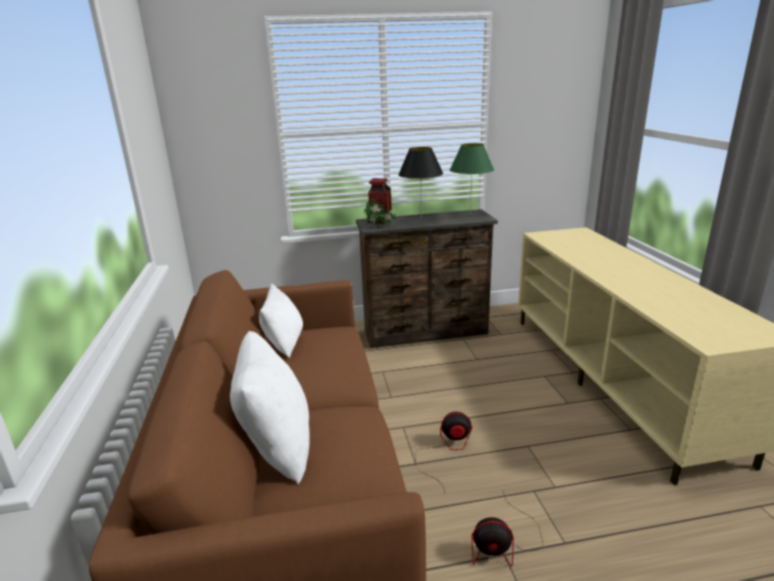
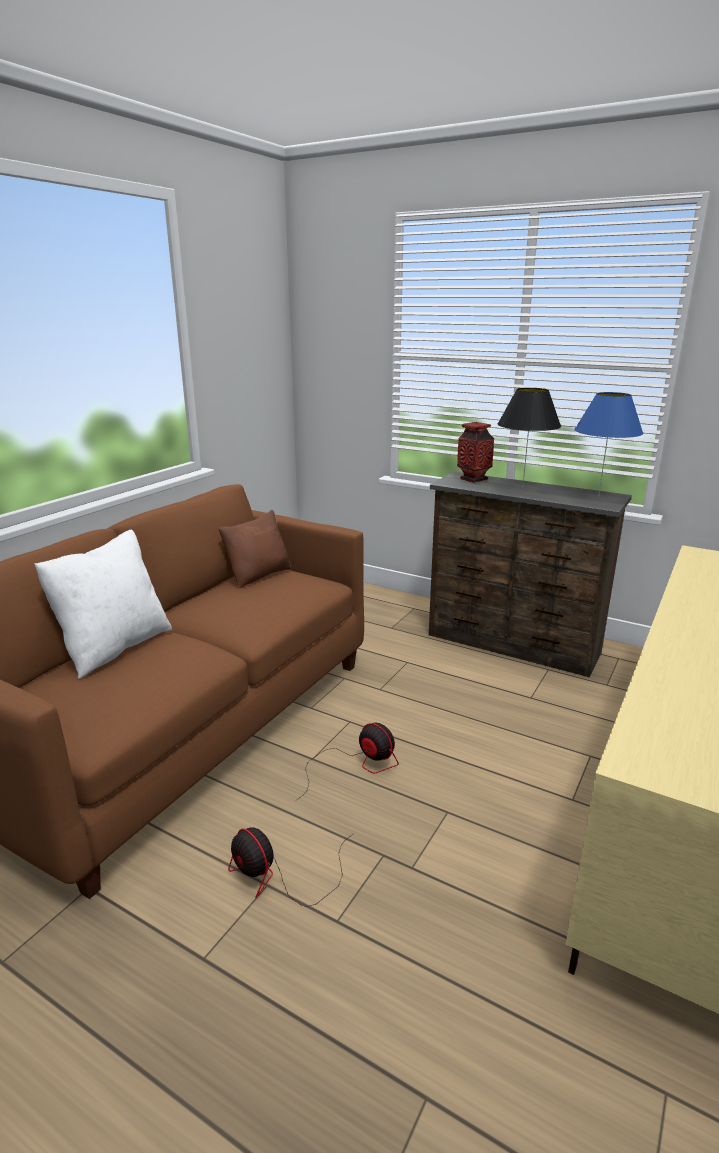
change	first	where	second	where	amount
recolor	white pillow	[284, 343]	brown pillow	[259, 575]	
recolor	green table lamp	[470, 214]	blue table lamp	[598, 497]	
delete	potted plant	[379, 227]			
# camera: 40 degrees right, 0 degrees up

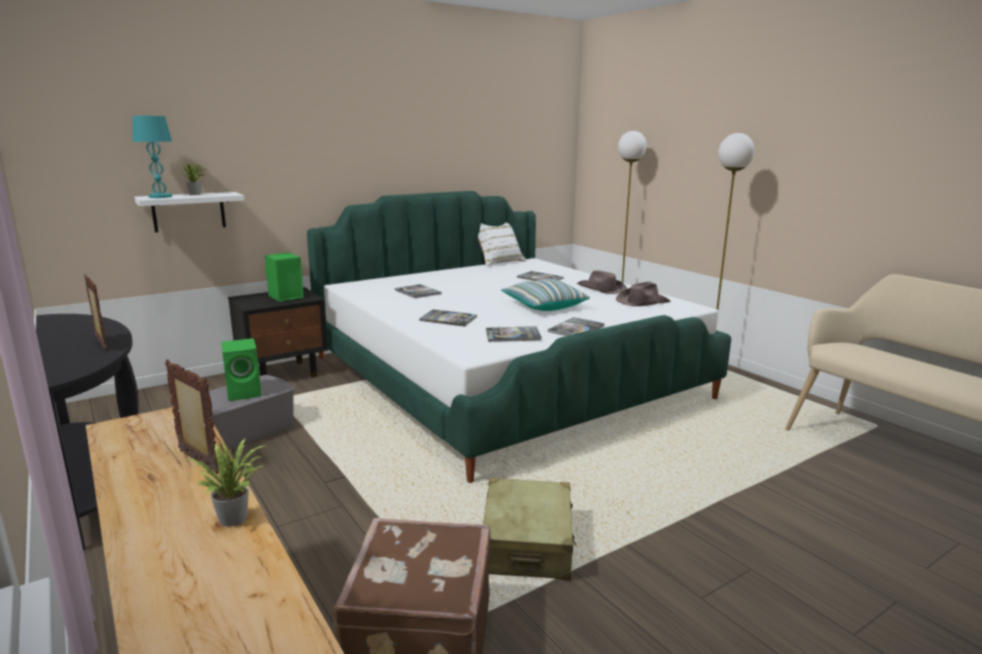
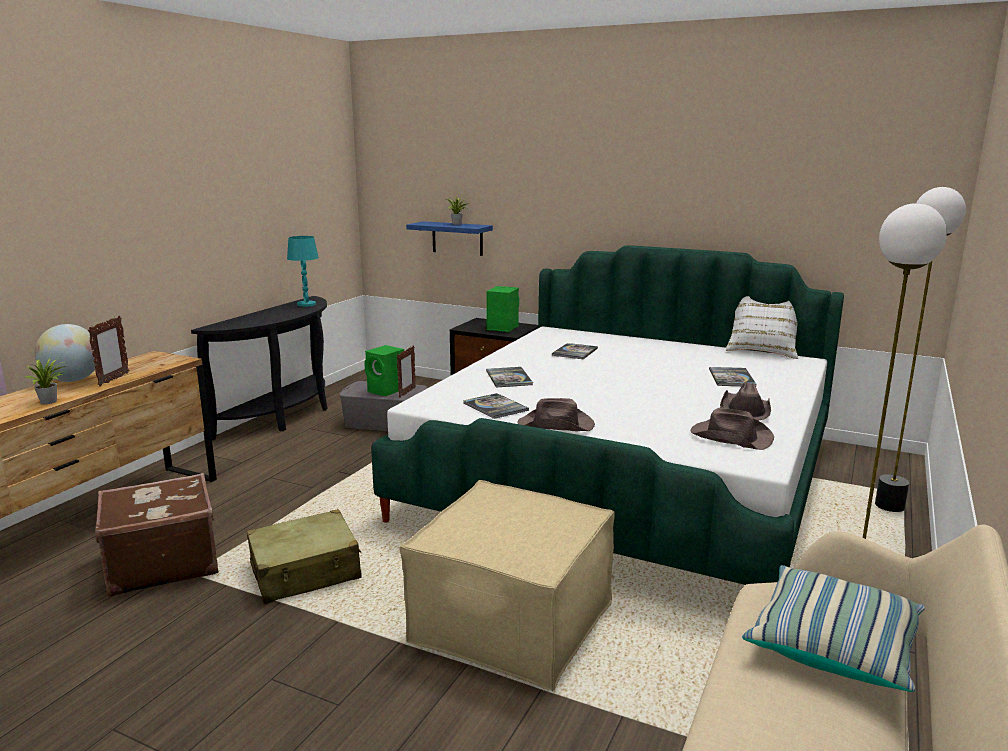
change	first	where	second	where	amount
insert			globe	[73, 380]	
move	turquoise table lamp	[160, 197]		[306, 304]	
move	picture frame	[101, 344]		[407, 393]	
insert			beige ottoman	[512, 621]	
recolor	white shelf	[189, 211]	blue shelf	[457, 238]	
replace	book	[576, 329]	brown hat	[556, 425]	
move	pillow	[543, 306]		[833, 645]	
# camera: 60 degrees right, 0 degrees up

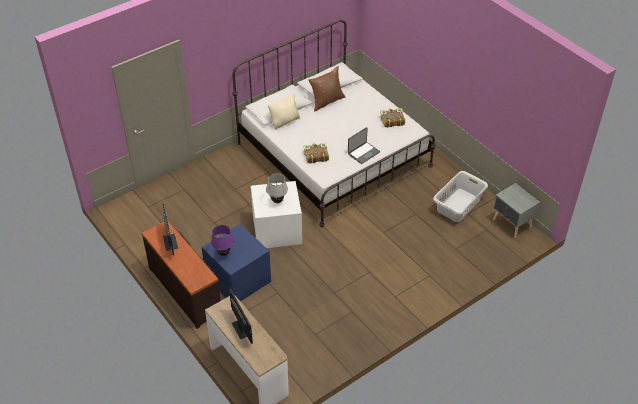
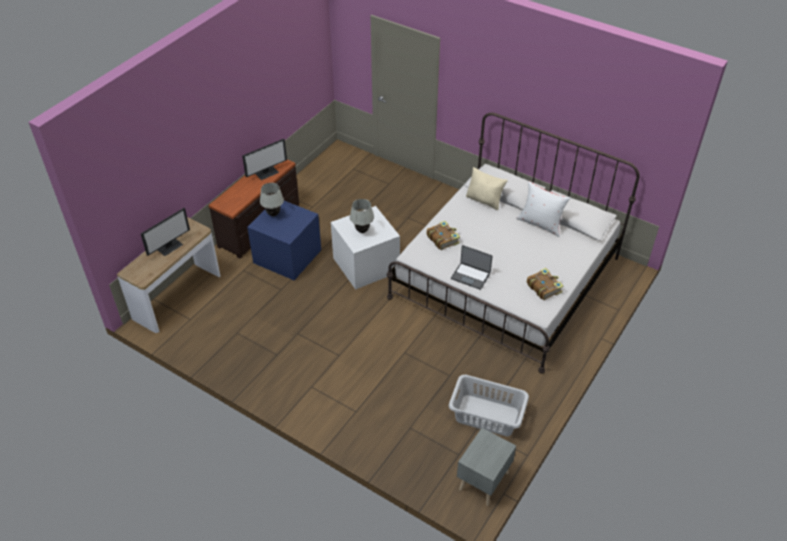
change	first	where	second	where	amount
recolor	purple table lamp	[223, 253]	white table lamp	[273, 214]	
recolor	brown pillow	[326, 101]	white pillow	[540, 224]	
# camera: 70 degrees right, 0 degrees up

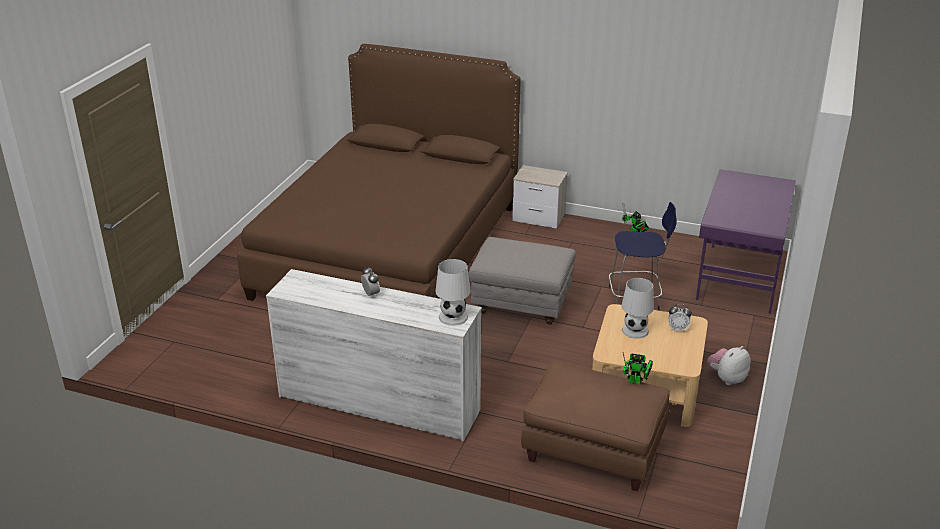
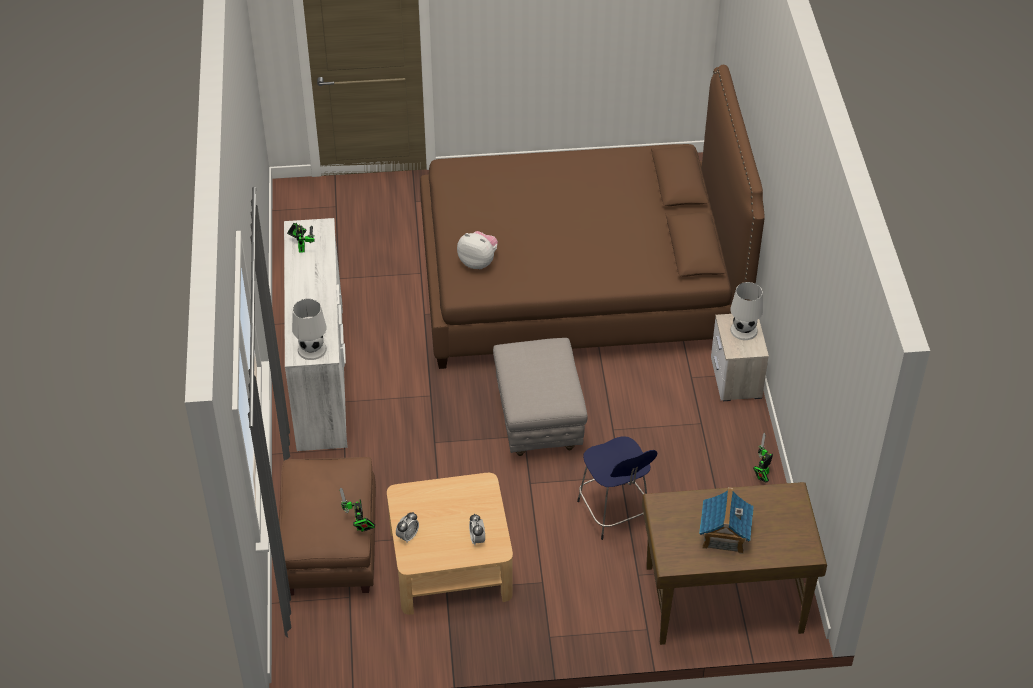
change	first	where	second	where	amount
insert			toy robot	[301, 246]	
move	alarm clock	[371, 294]		[407, 536]	
move	plush toy	[727, 378]		[478, 262]	
recolor	purple desk	[738, 278]	brown desk	[722, 598]	
insert			toy house	[724, 535]	
move	white table lamp	[634, 330]		[743, 330]	
# camera: 65 degrees right, 15 degrees up

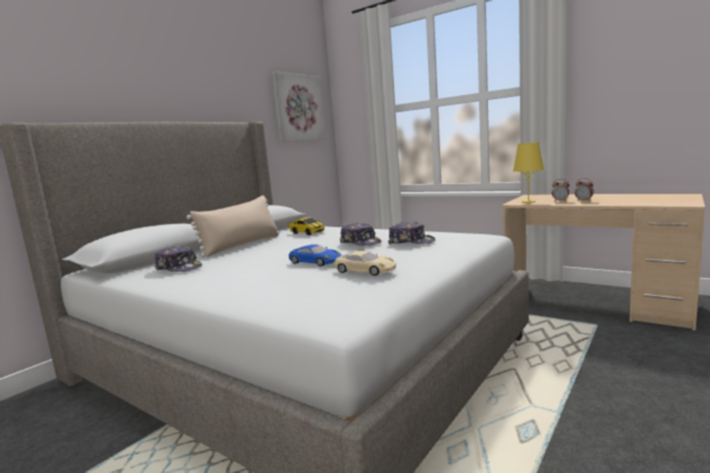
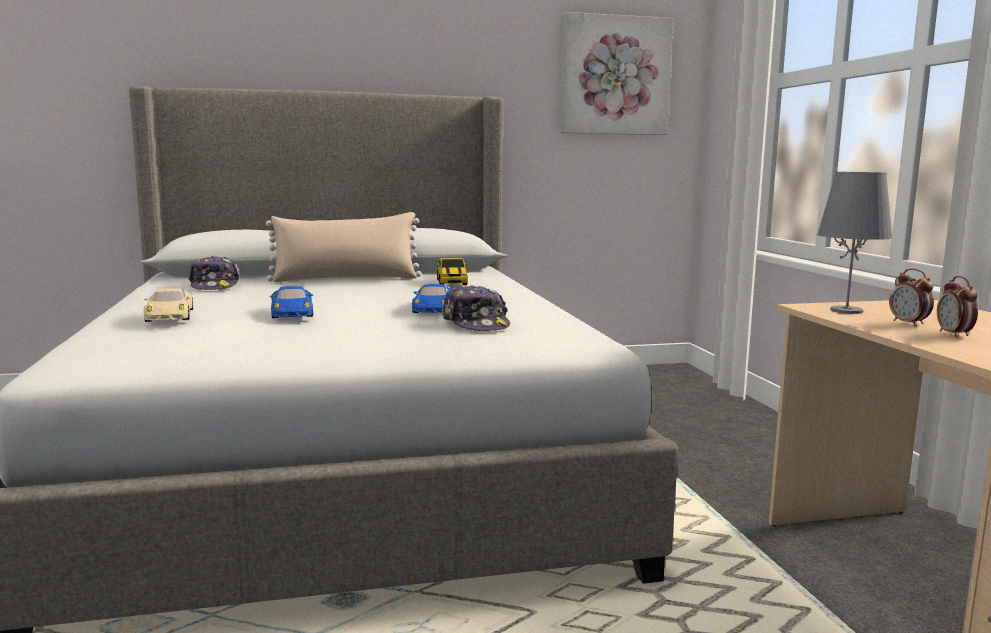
change	first	where	second	where	amount
move	beige toy car	[365, 270]		[169, 315]	
replace	cap	[360, 242]	blue toy car	[433, 308]	
recolor	yellow table lamp	[528, 202]	grey table lamp	[846, 310]	
# camera: 40 degrees right, 0 degrees up

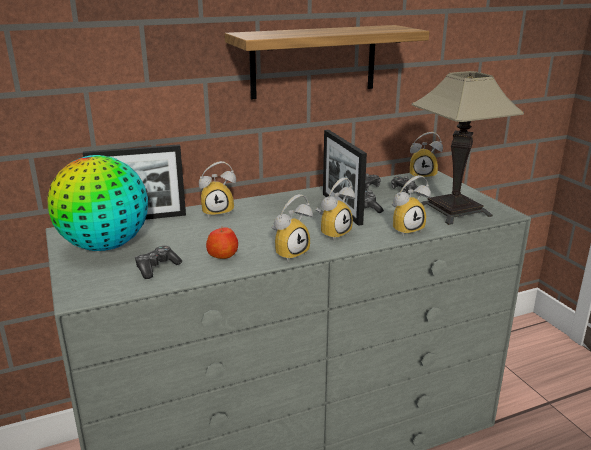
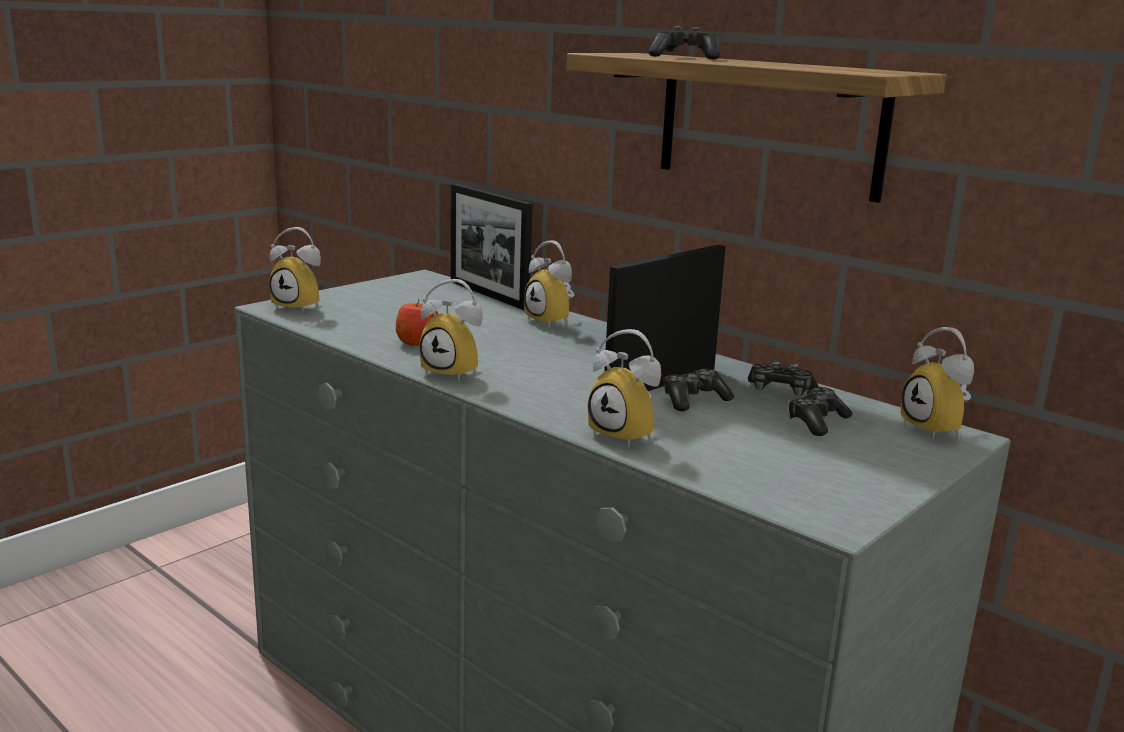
change	first	where	second	where	amount
move	alarm clock	[333, 233]		[302, 307]	
move	game controller	[157, 268]		[685, 57]	
delete	globe	[105, 246]			
delete	table lamp	[453, 210]			
# camera: 65 degrees right, 5 degrees down

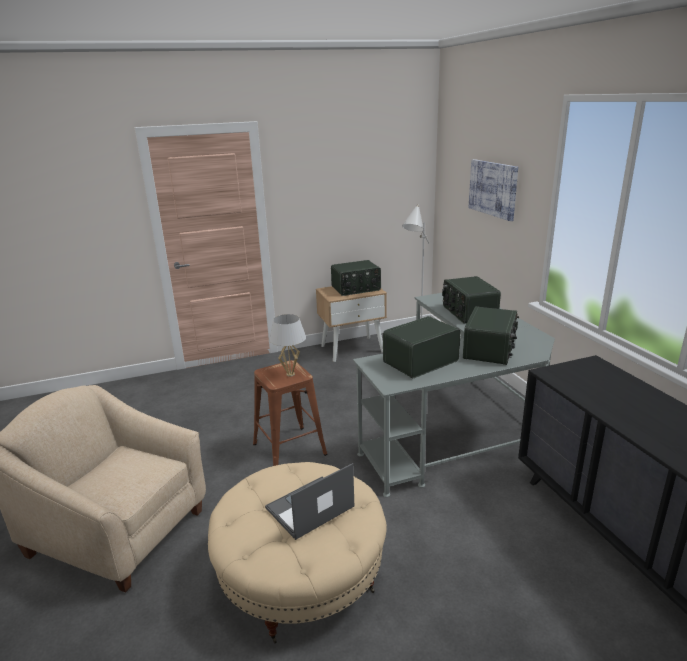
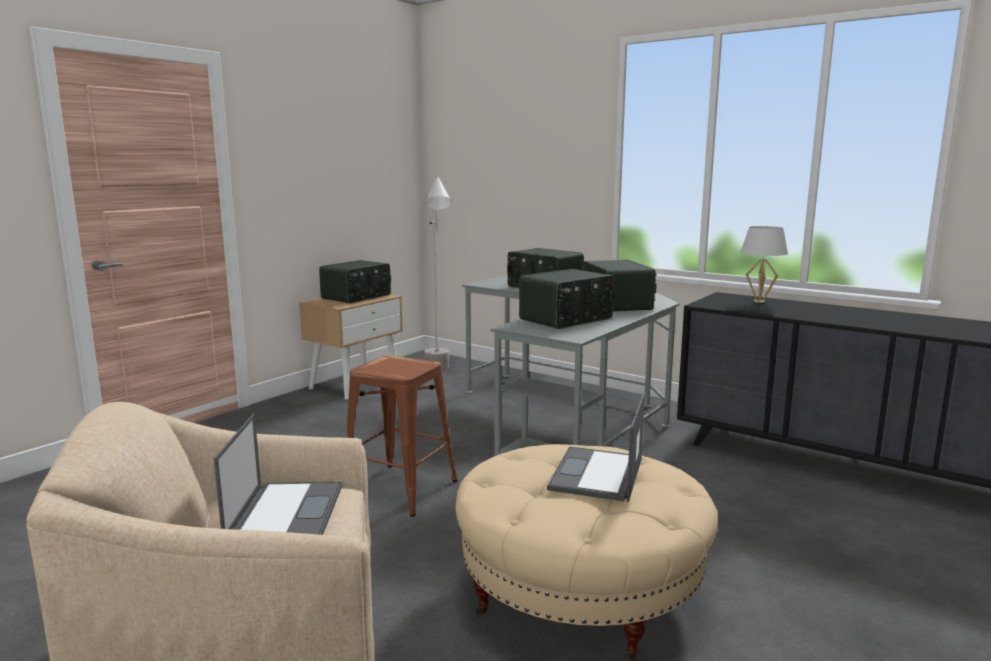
change	first	where	second	where	amount
insert			laptop	[286, 512]	
rotate	radio	[420, 361]		[567, 319]	150 degrees counterclockwise
move	white table lamp	[290, 374]		[759, 302]	
delete	picture	[493, 188]			
# camera: 35 degrees left, 10 degrees down

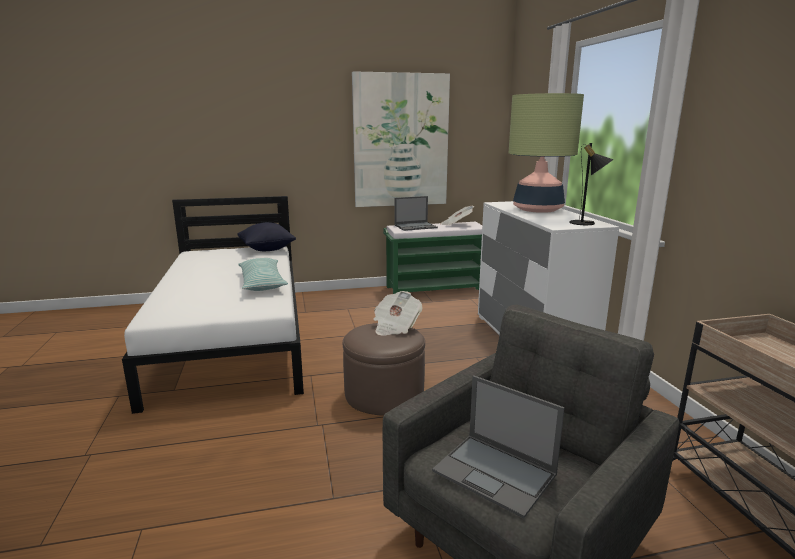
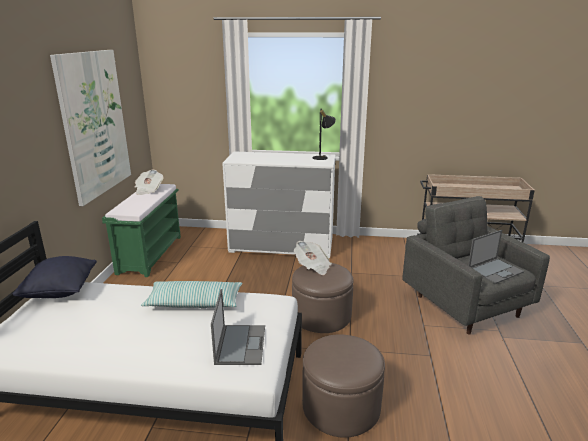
change	first	where	second	where	amount
move	laptop	[416, 226]		[240, 344]	
insert			brown ottoman	[341, 406]	
delete	table lamp	[537, 209]			
# camera: 70 degrees left, 5 degrees up

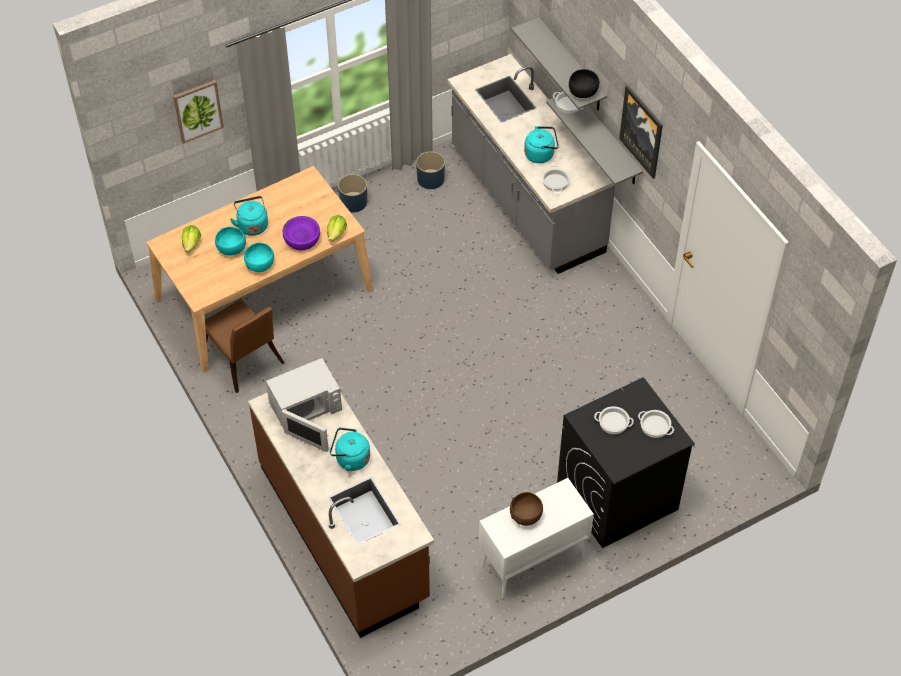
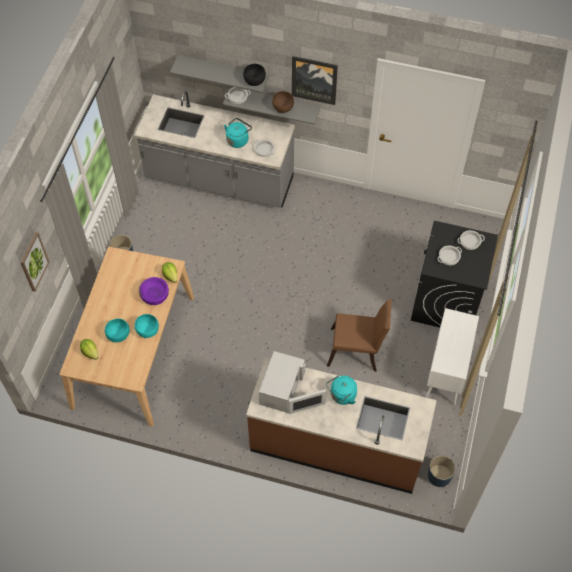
change	first	where	second	where	amount
move	brown bowl	[526, 515]		[283, 107]	
move	brown chair	[244, 362]		[357, 351]	
move	blue planter	[430, 179]		[439, 476]	
delete	turquoise kettle	[252, 225]			
# camera: 45 degrees left, 5 degrees up

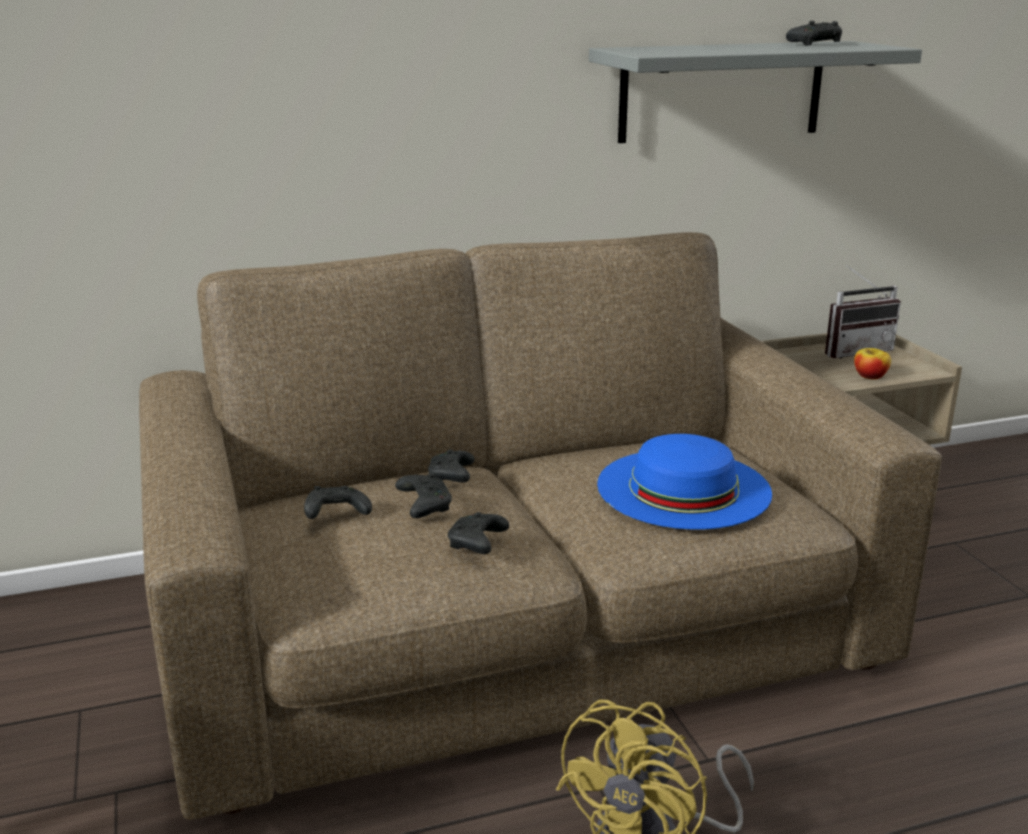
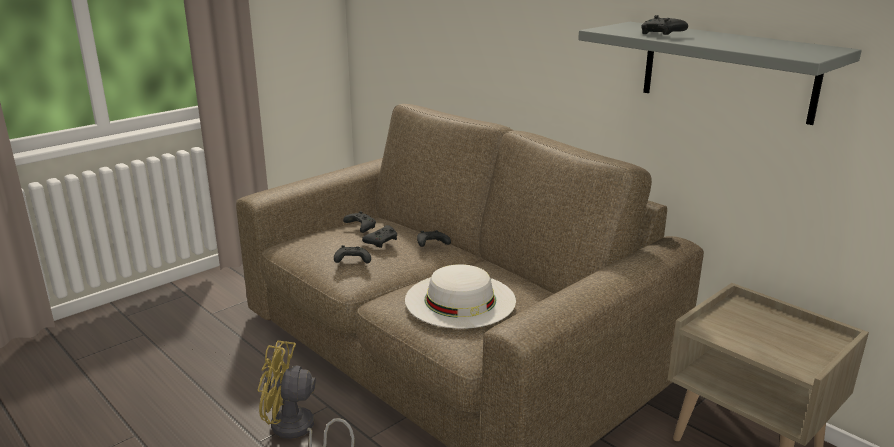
change	first	where	second	where	amount
recolor	blue hat	[683, 488]	white hat	[460, 300]	
move	black game controller	[816, 44]		[662, 34]	
delete	radio	[854, 351]			
delete	apple	[870, 376]			
# camera: 65 degrees right, 0 degrees up

